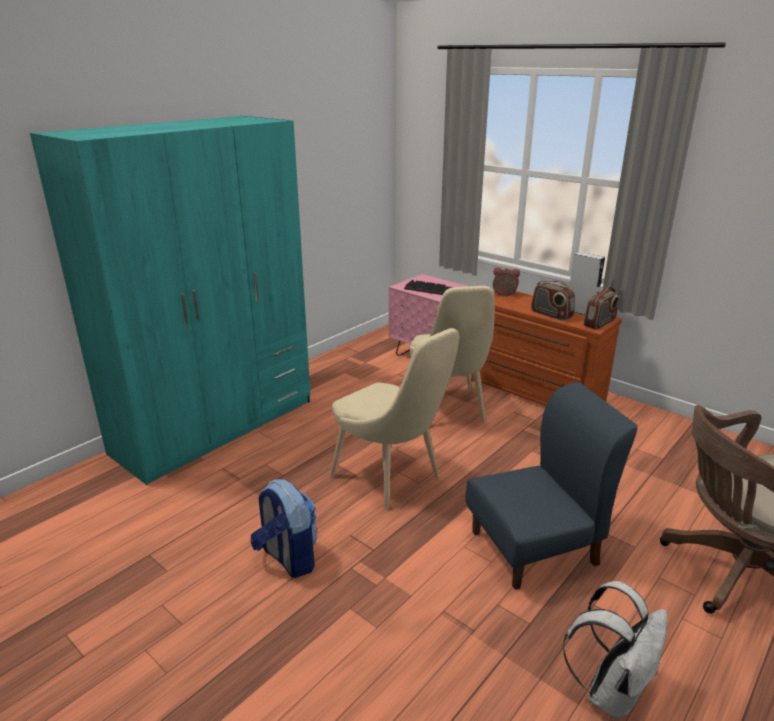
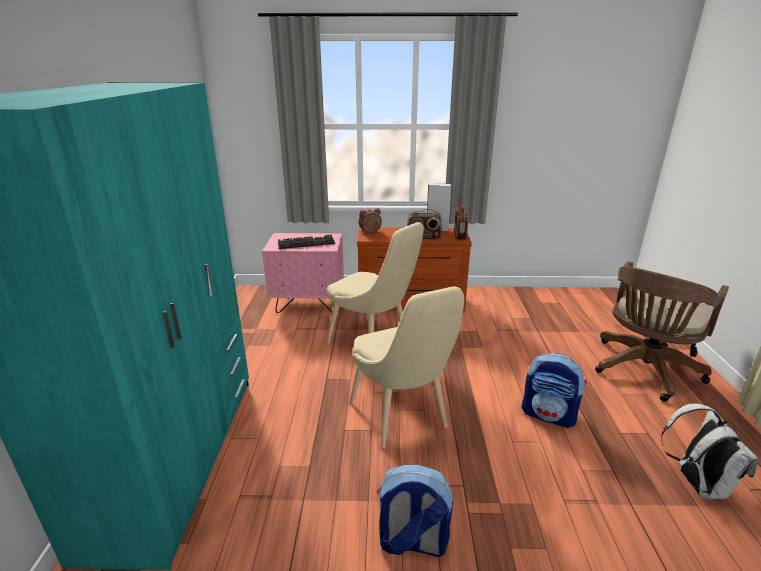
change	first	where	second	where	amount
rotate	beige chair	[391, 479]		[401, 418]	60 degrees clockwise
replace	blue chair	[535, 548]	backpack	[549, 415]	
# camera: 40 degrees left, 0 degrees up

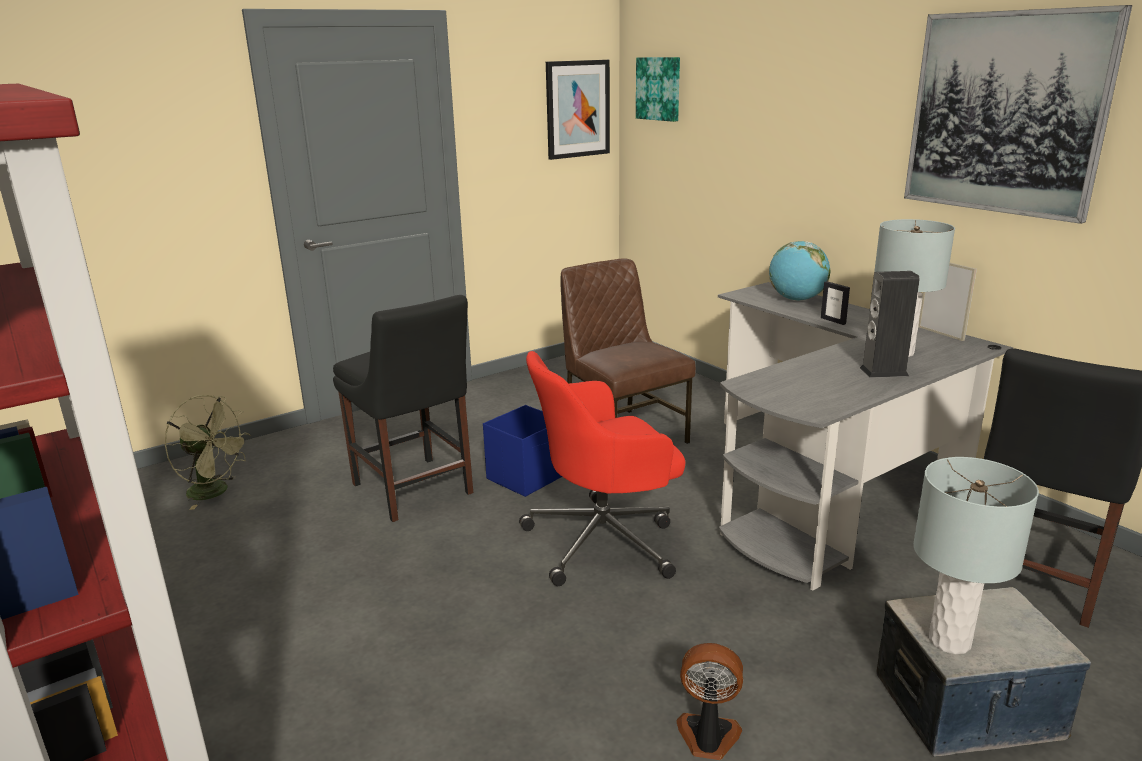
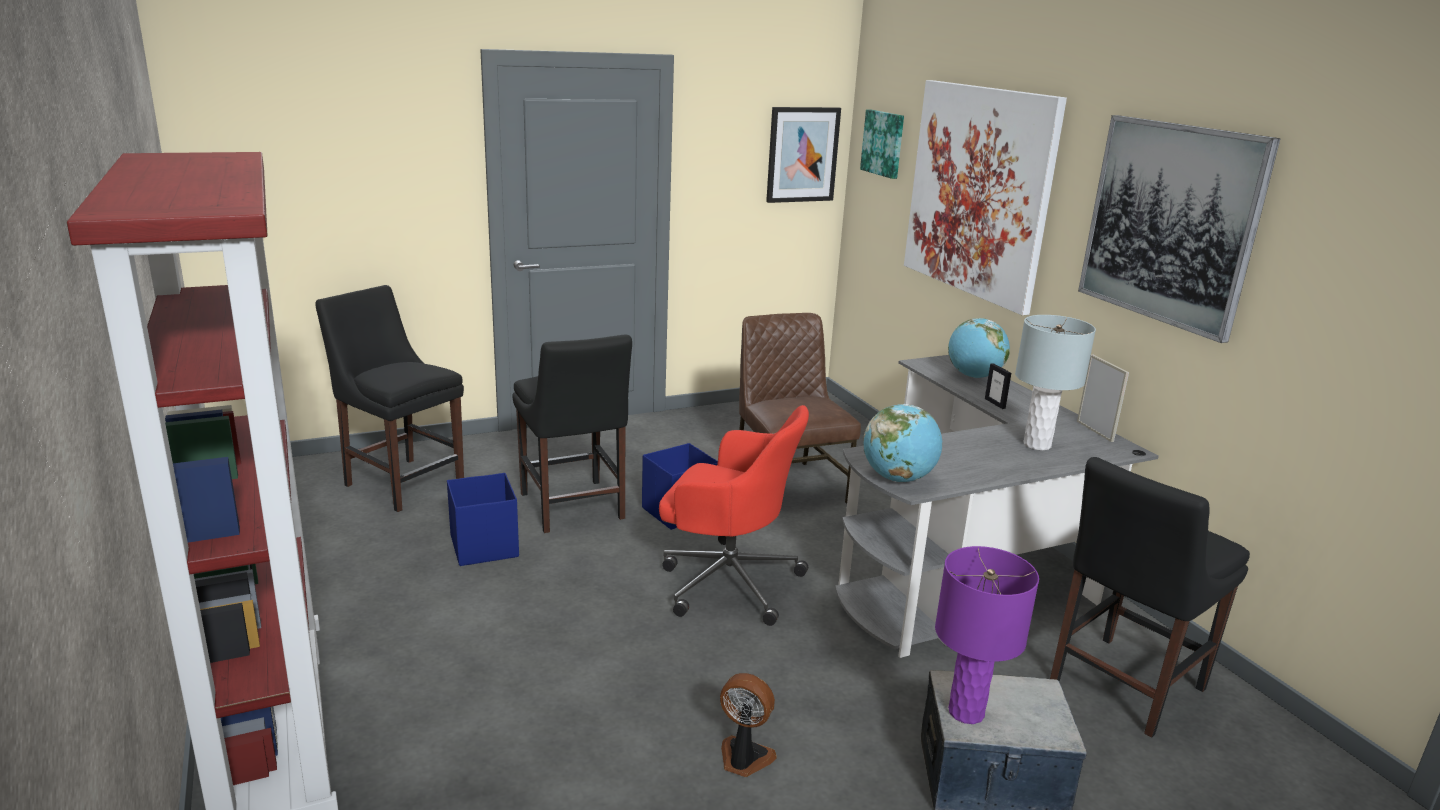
change	first	where	second	where	amount
replace	green fan	[216, 492]	black chair	[401, 482]	
insert			blue storage box	[484, 546]	
rotate	red office chair	[605, 541]		[727, 581]	150 degrees counterclockwise
insert			globe	[898, 478]	
insert			picture	[979, 191]	
recolor	grey table lamp	[949, 641]	purple table lamp	[965, 712]	
delete	speaker	[883, 371]			
# camera: 10 degrees right, 0 degrees up

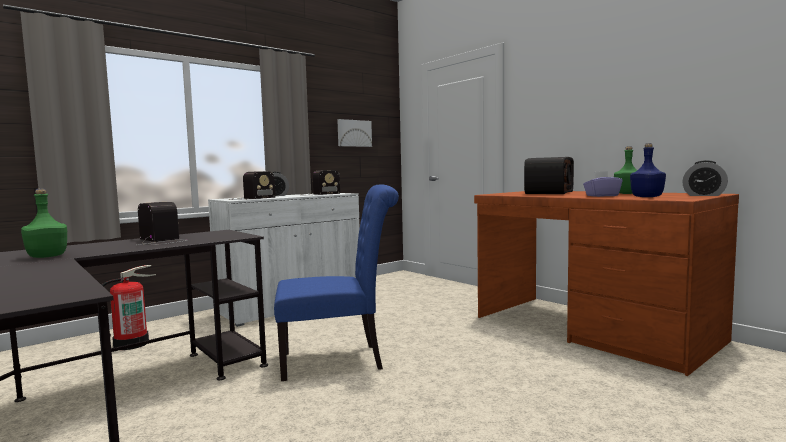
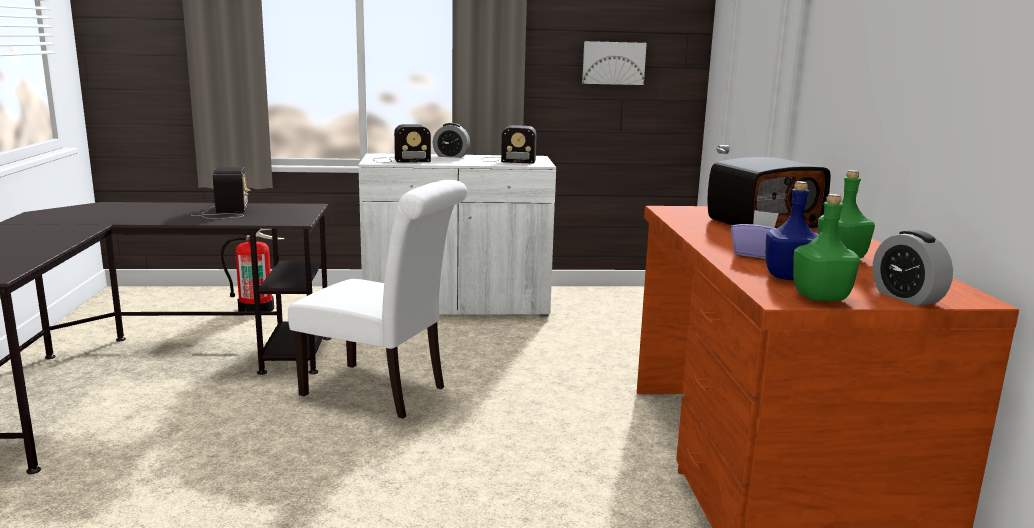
change	first	where	second	where	amount
recolor	blue chair	[338, 360]	white chair	[382, 392]	
move	green bottle	[48, 256]		[821, 297]	
# camera: 35 degrees right, 10 degrees up

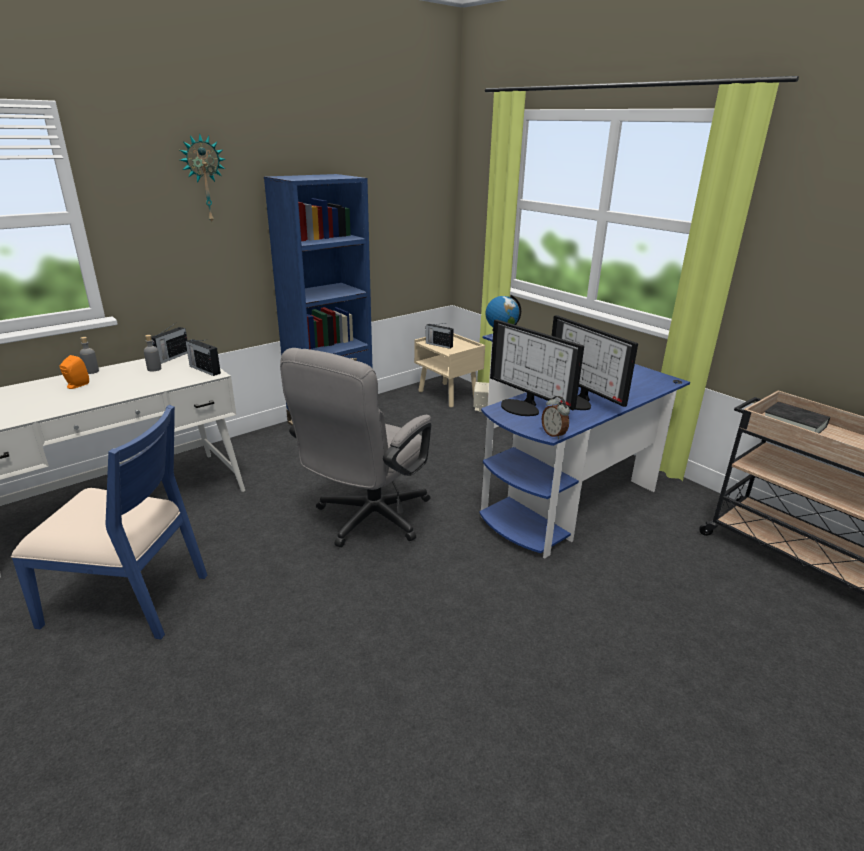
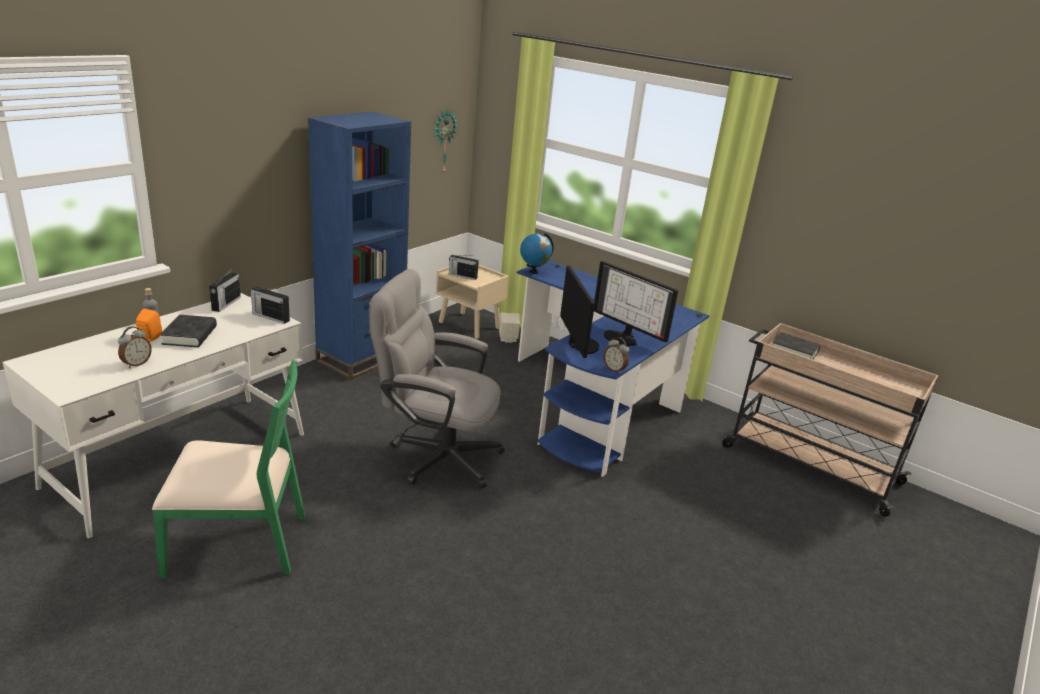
change	first	where	second	where	amount
insert			alarm clock	[136, 364]	
recolor	blue chair	[129, 598]	green chair	[238, 542]	
insert			black book	[190, 335]	
rotate	grey office chair	[366, 520]		[435, 455]	90 degrees clockwise
move	wall clock	[204, 179]		[443, 141]	
rotate	monitor	[523, 407]		[580, 344]	135 degrees counterclockwise
delete	grey bottle	[154, 369]			
# camera: 15 degrees left, 0 degrees up

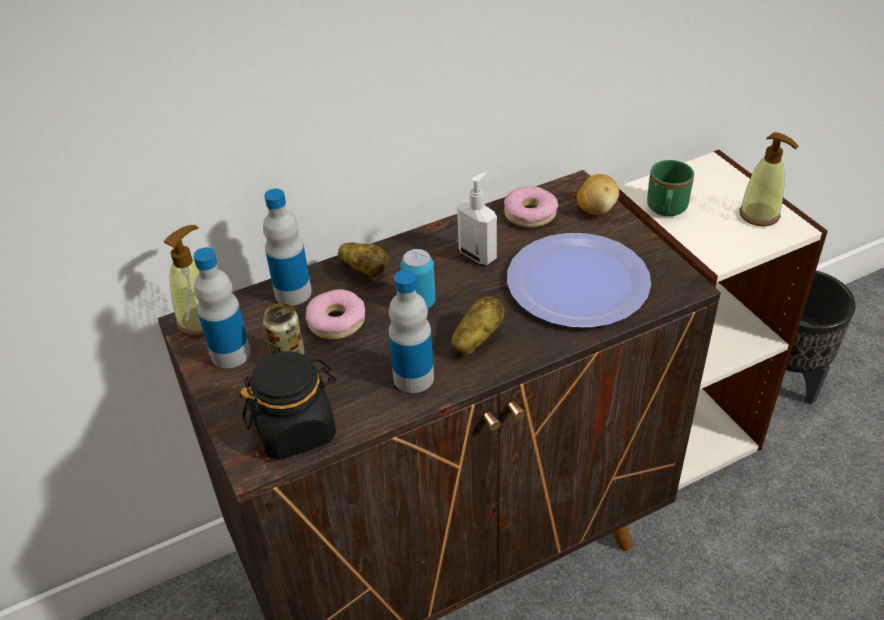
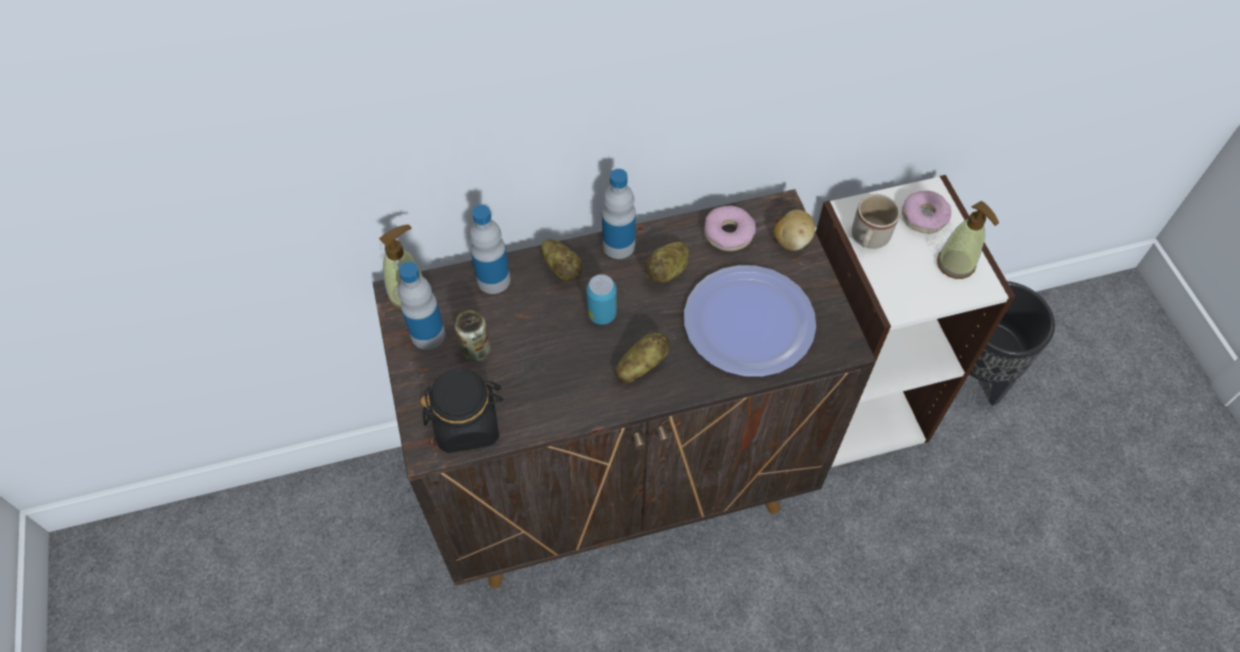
change	first	where	second	where	amount
move	bottle	[413, 378]		[618, 245]	
replace	soap dispenser	[478, 255]	potato	[668, 271]	
recolor	green mug	[666, 210]	beige mug	[868, 240]	
move	donut	[336, 321]		[923, 217]	
# camera: 10 degrees right, 15 degrees up

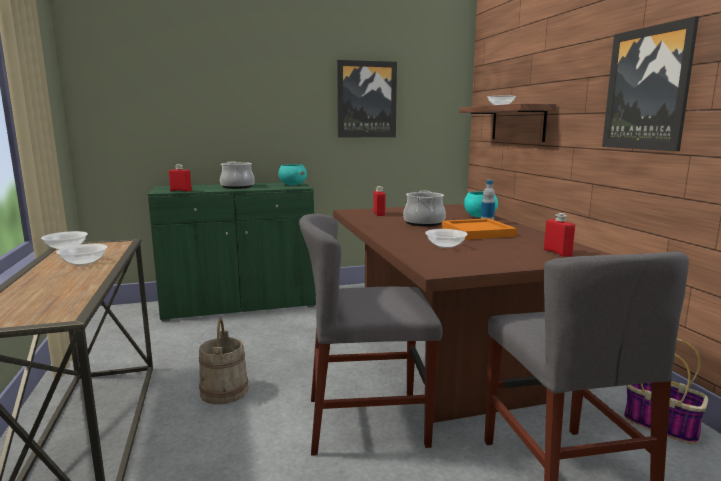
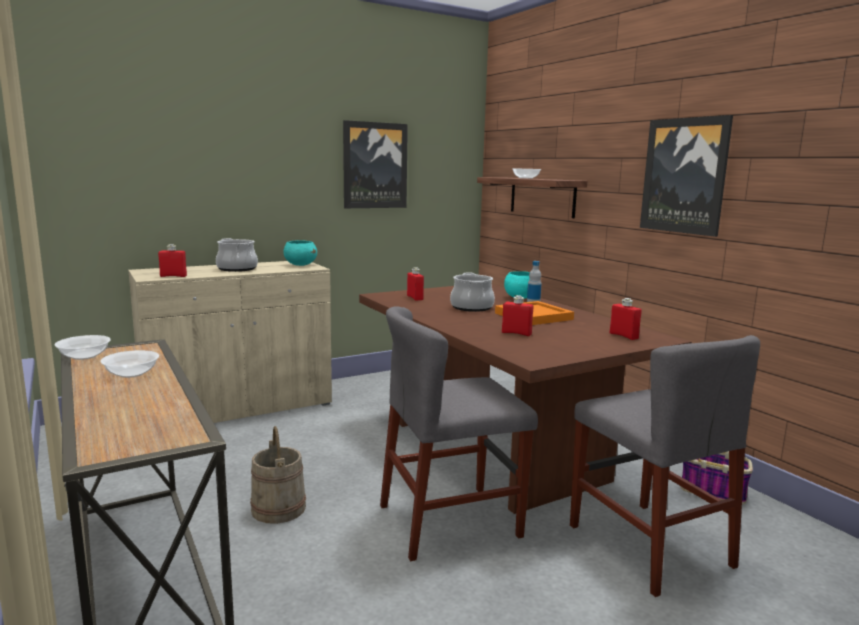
change	first	where	second	where	amount
recolor	green cabinet	[240, 304]	beige cabinet	[238, 408]	
replace	bowl	[445, 245]	red bottle	[516, 333]	
# camera: 15 degrees left, 0 degrees up

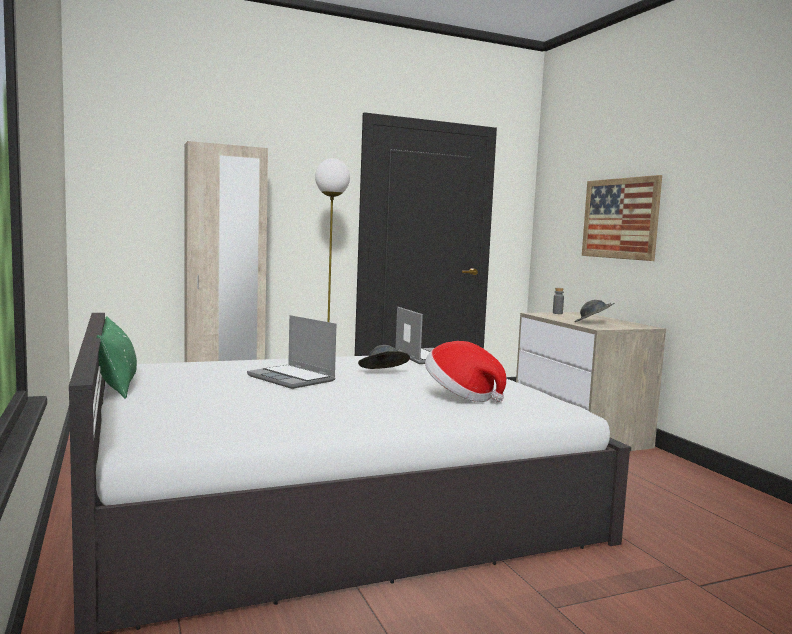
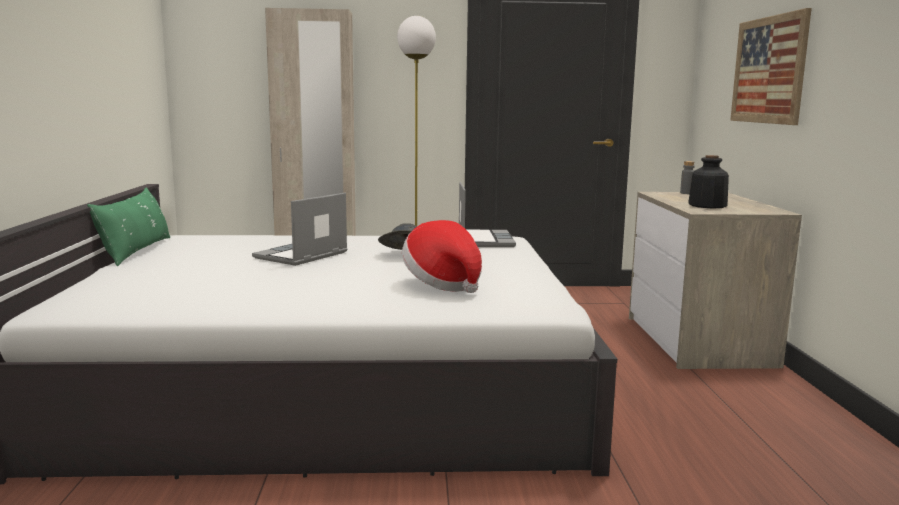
change	first	where	second	where	amount
rotate	laptop	[293, 378]		[301, 256]	60 degrees clockwise
replace	grey hat	[593, 323]	bottle	[707, 205]	
# camera: 20 degrees right, 5 degrees up

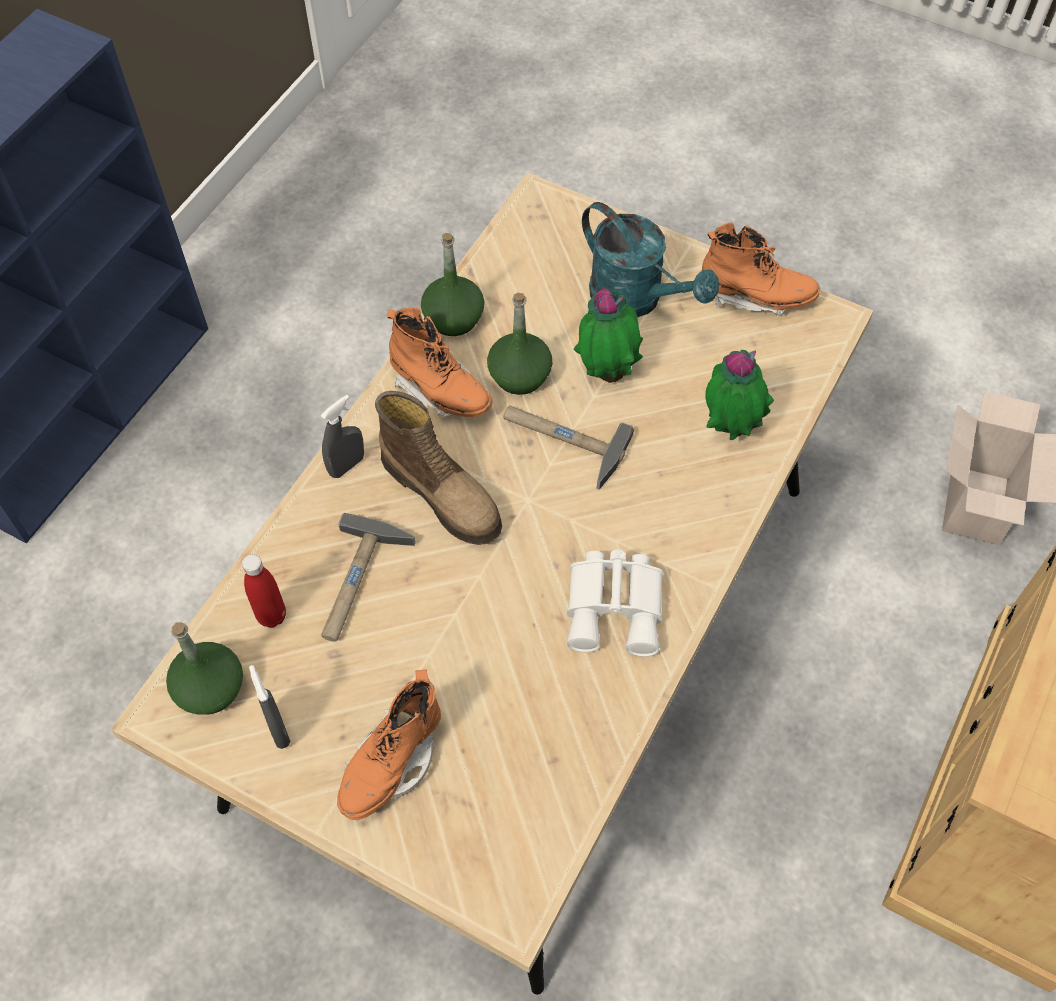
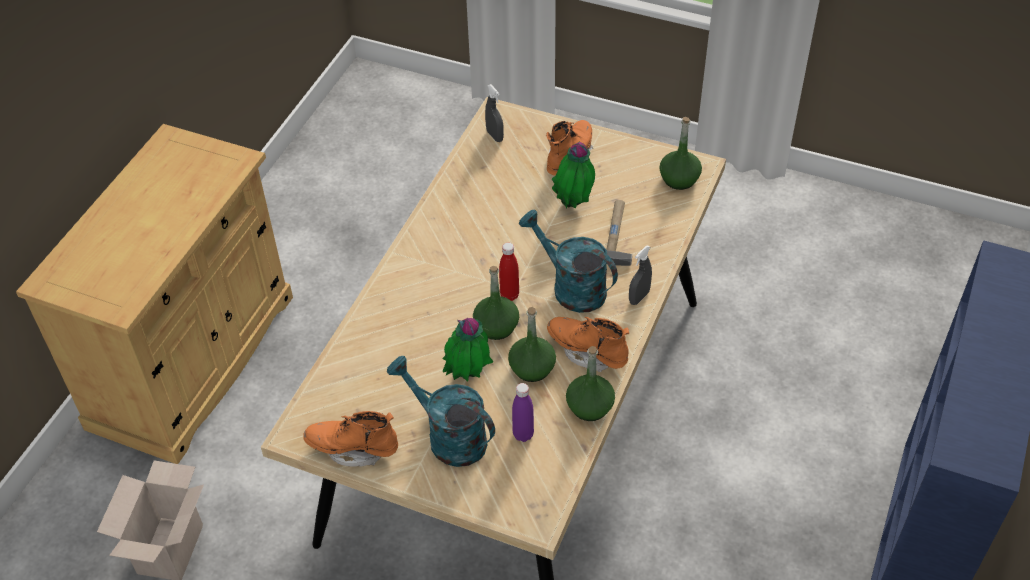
change	first	where	second	where	amount
replace	hammer	[562, 441]	green bottle	[496, 326]	
move	grey spray bottle	[278, 729]		[494, 136]	
move	red bottle	[272, 616]		[509, 295]	
insert			purple bottle	[523, 434]	
replace	boot	[443, 493]	turquoise watering can	[571, 287]	
move	potted plant	[729, 427]		[574, 205]	
delete	white binoculars	[617, 607]			
# camera: 175 degrees right, 10 degrees down

